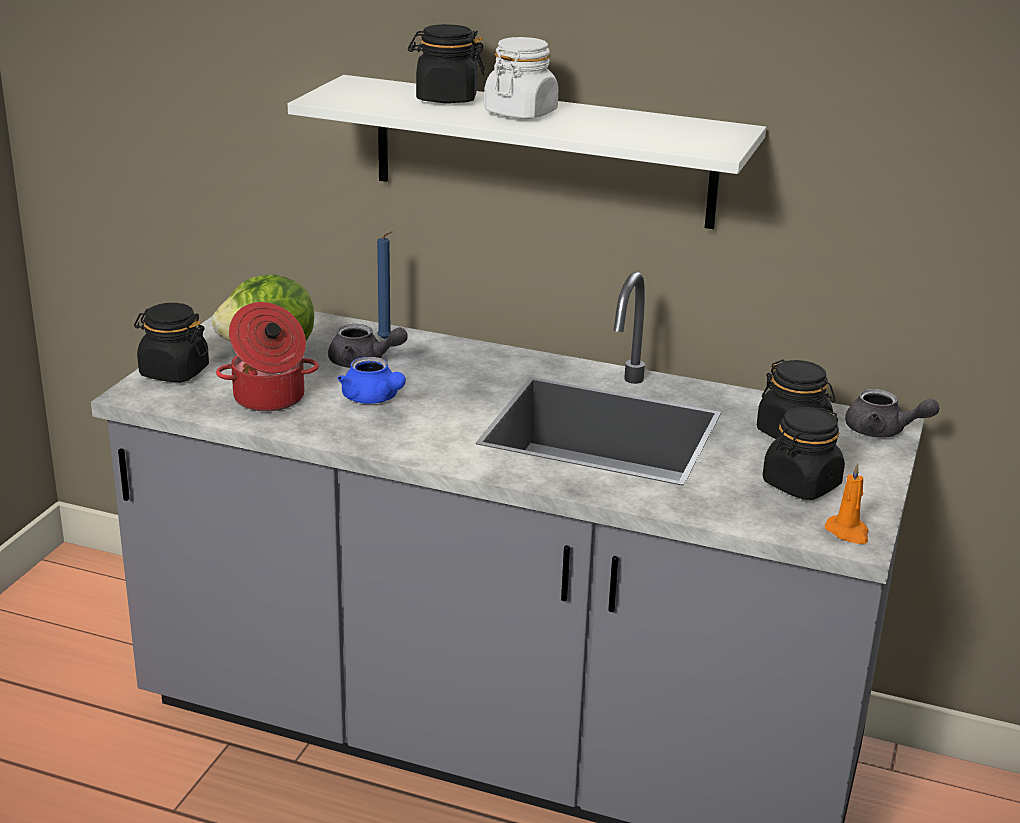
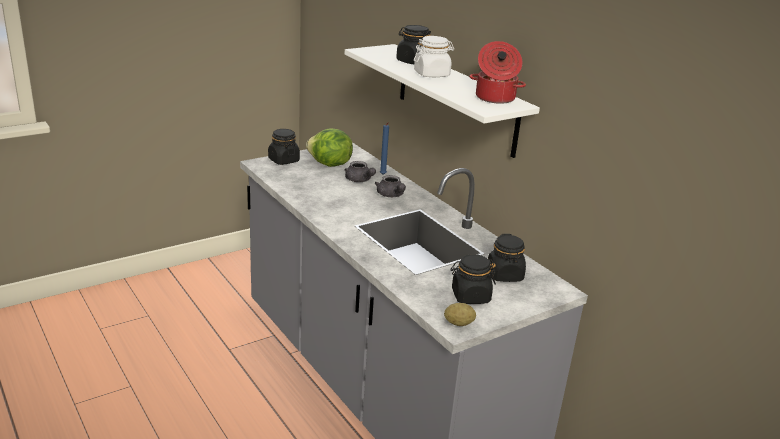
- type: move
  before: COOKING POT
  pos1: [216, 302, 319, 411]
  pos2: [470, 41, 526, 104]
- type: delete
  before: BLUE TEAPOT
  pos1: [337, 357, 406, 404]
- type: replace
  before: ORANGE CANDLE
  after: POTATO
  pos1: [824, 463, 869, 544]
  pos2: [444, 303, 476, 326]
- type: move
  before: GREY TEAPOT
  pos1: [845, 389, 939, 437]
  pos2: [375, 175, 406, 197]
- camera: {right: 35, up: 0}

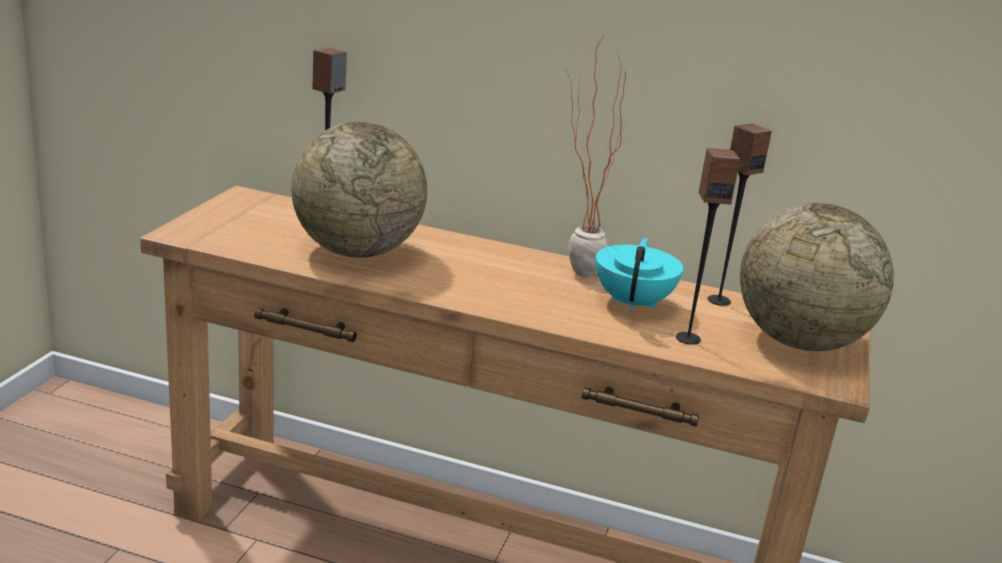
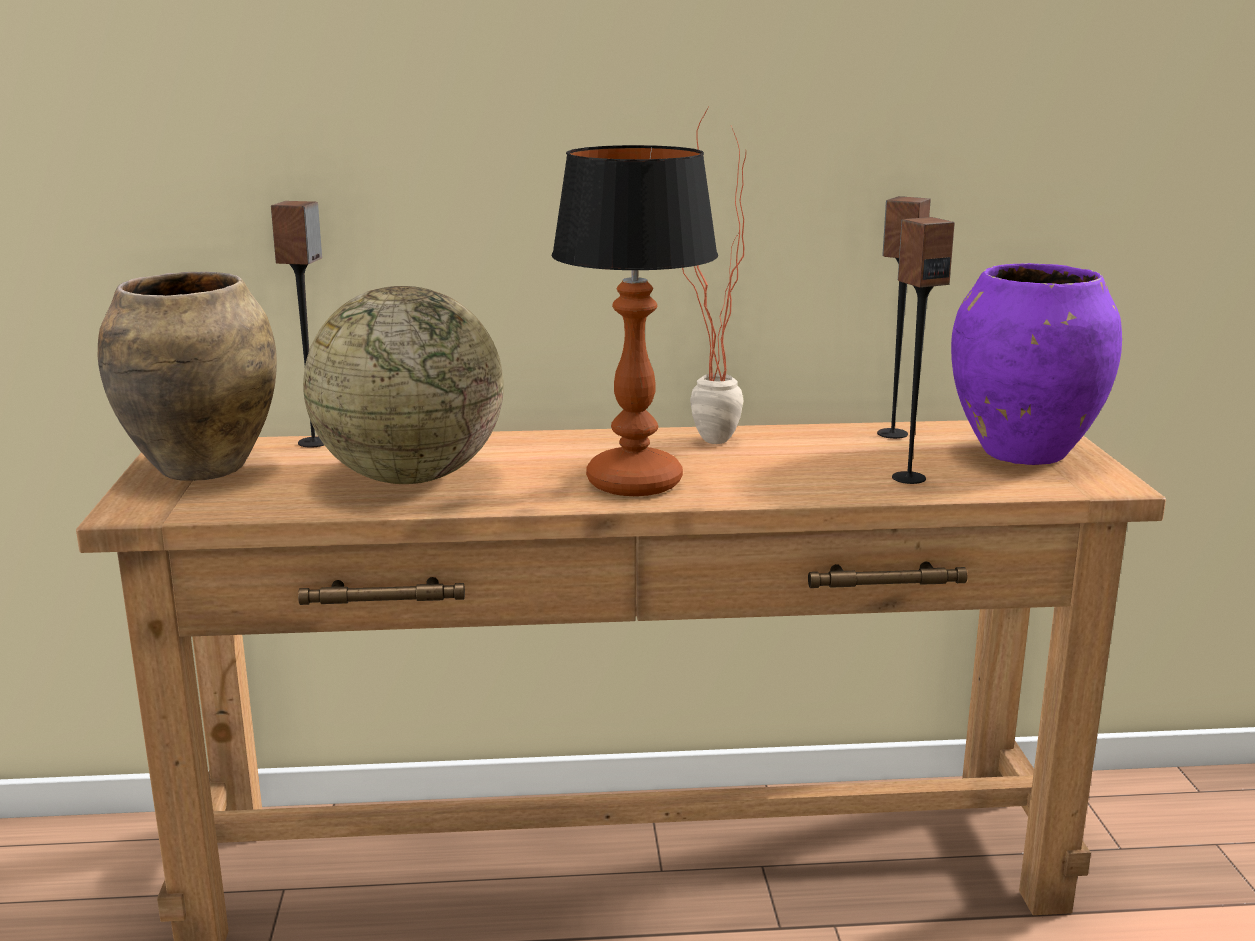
- type: delete
  before: TURQUOISE TEAPOT
  pos1: [596, 238, 683, 312]
- type: replace
  before: GLOBE
  after: PURPLE VASE
  pos1: [740, 203, 894, 351]
  pos2: [951, 263, 1122, 465]
- type: insert
  after: BROWN VASE
  pos2: [98, 272, 277, 481]
- type: insert
  after: TABLE LAMP
  pos2: [552, 145, 718, 496]
- camera: {right: -20, up: -5}

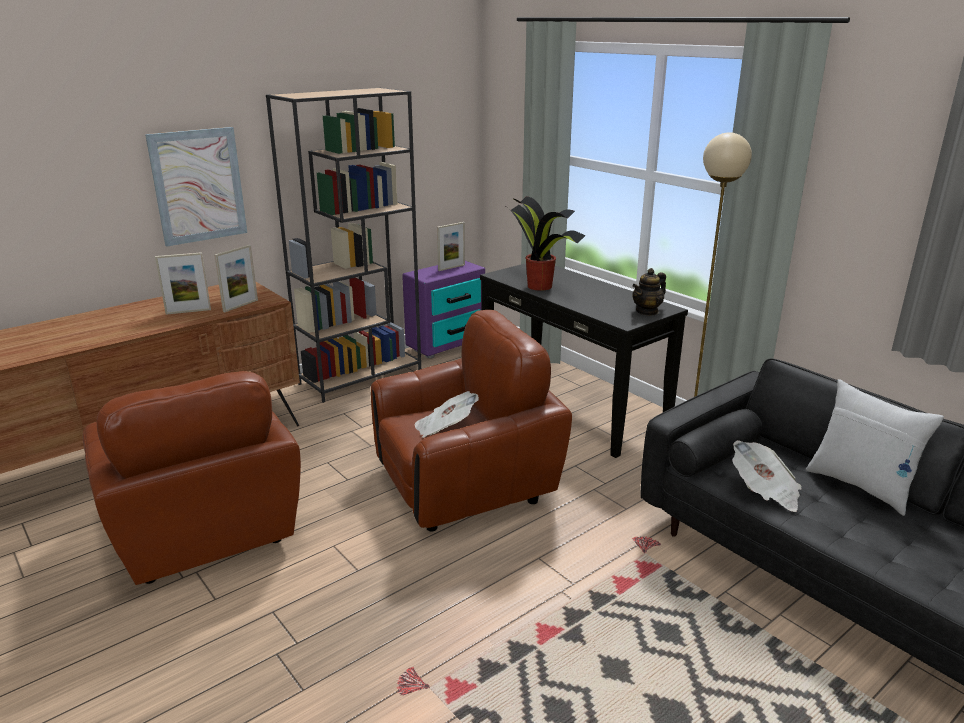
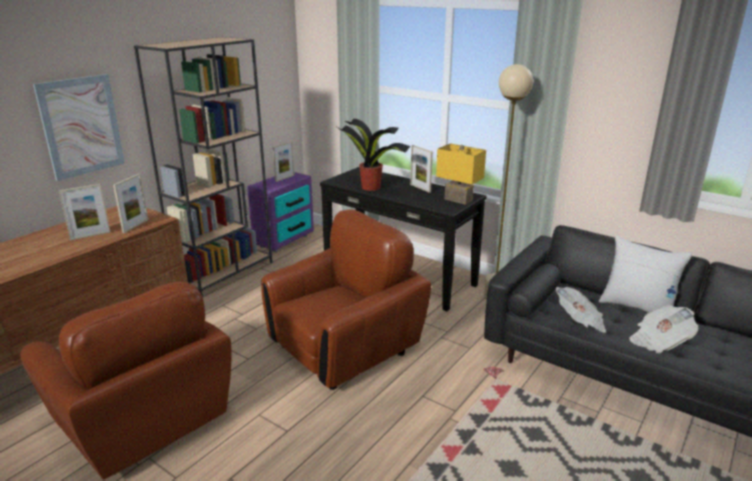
- type: move
  before: NEWSPAPER
  pos1: [414, 391, 479, 438]
  pos2: [629, 305, 698, 354]
- type: replace
  before: TEAPOT
  after: YELLOW TABLE LAMP
  pos1: [632, 268, 666, 316]
  pos2: [436, 143, 486, 205]
- type: insert
  after: PICTURE FRAME
  pos2: [410, 145, 433, 193]
- camera: {right: -15, up: 0}

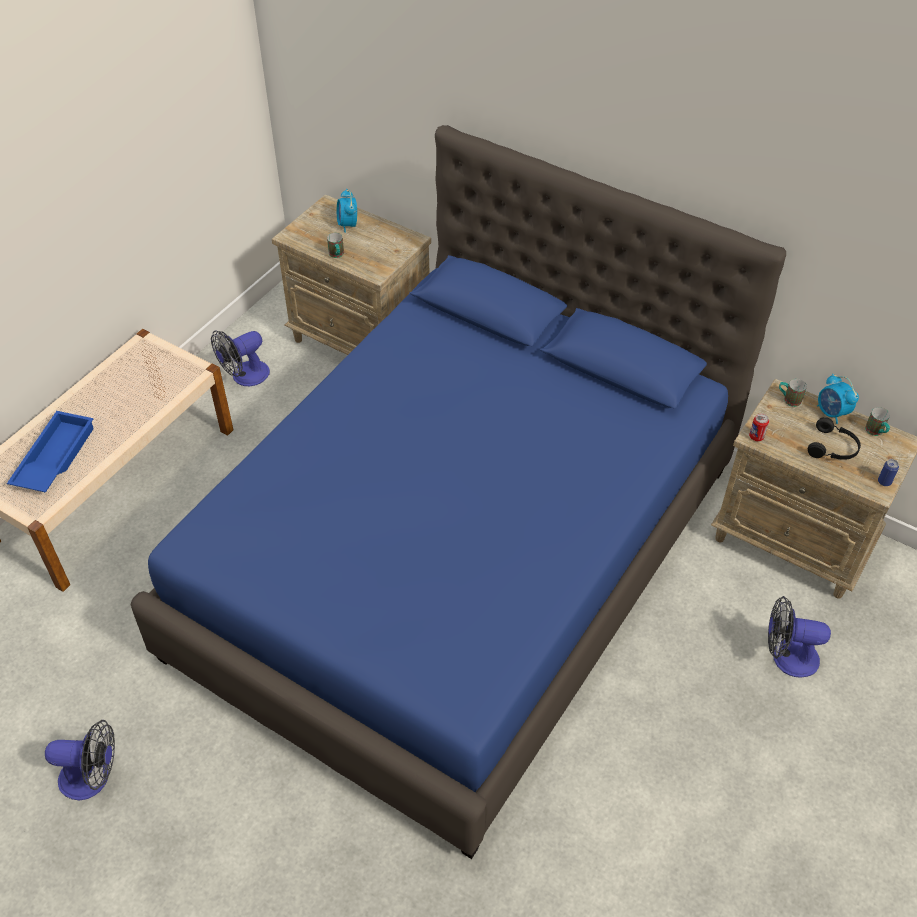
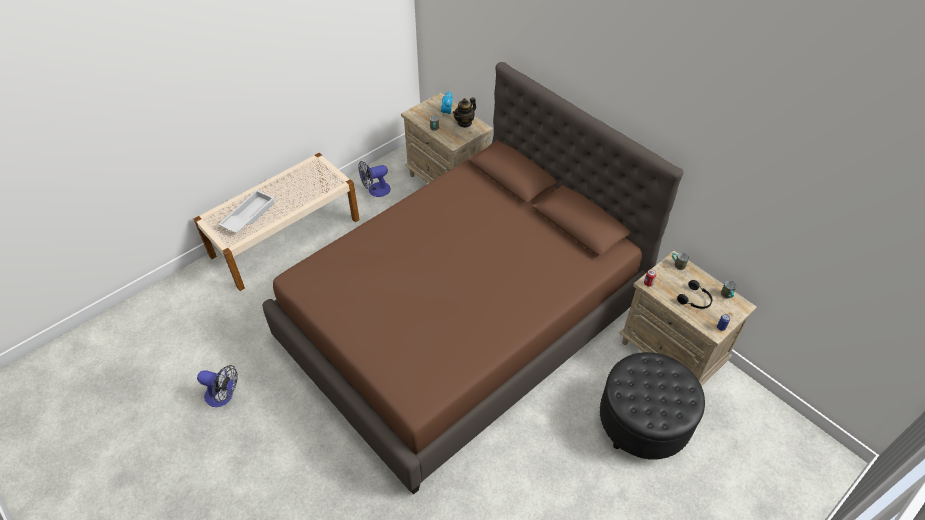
- type: recolor
  before: BLUE TRAY
  after: WHITE TRAY
  pos1: [7, 411, 94, 493]
  pos2: [218, 190, 275, 234]
- type: recolor
  before: BLUE BED
  after: BROWN BED
  pos1: [130, 125, 786, 859]
  pos2: [262, 62, 683, 494]
- type: replace
  before: FAN
  after: BLACK OTTOMAN
  pos1: [768, 596, 831, 678]
  pos2: [600, 352, 705, 460]
- type: delete
  before: ALARM CLOCK
  pos1: [817, 374, 859, 424]
- type: insert
  after: TEAPOT
  pos2: [453, 97, 476, 128]
- camera: {right: 15, up: 0}

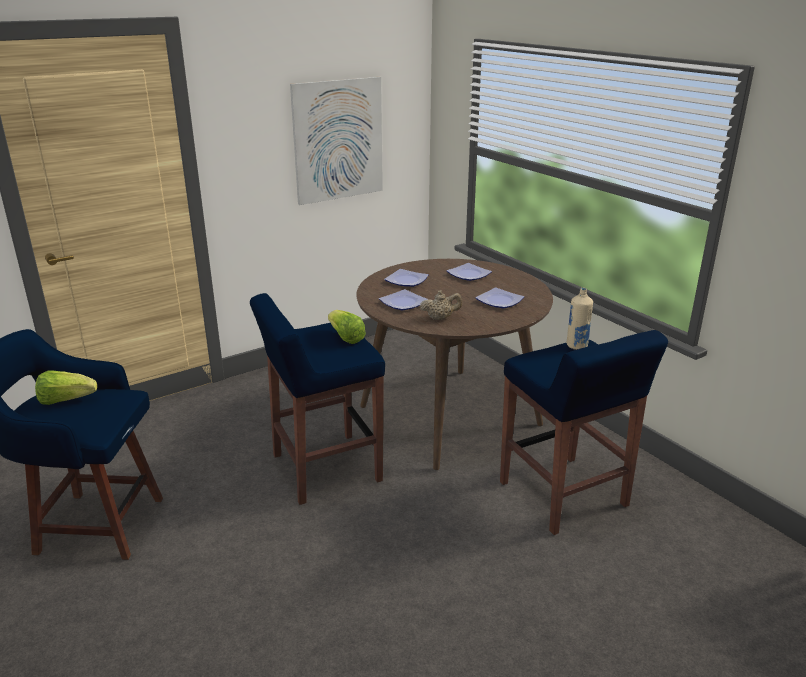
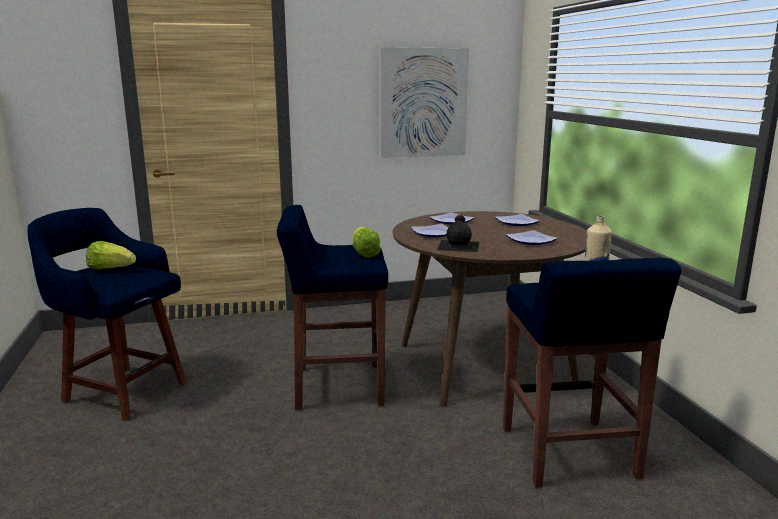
- type: replace
  before: BEIGE TEAPOT
  after: BLACK BOTTLE
  pos1: [420, 290, 462, 320]
  pos2: [437, 215, 479, 252]
- camera: {right: 20, up: -10}

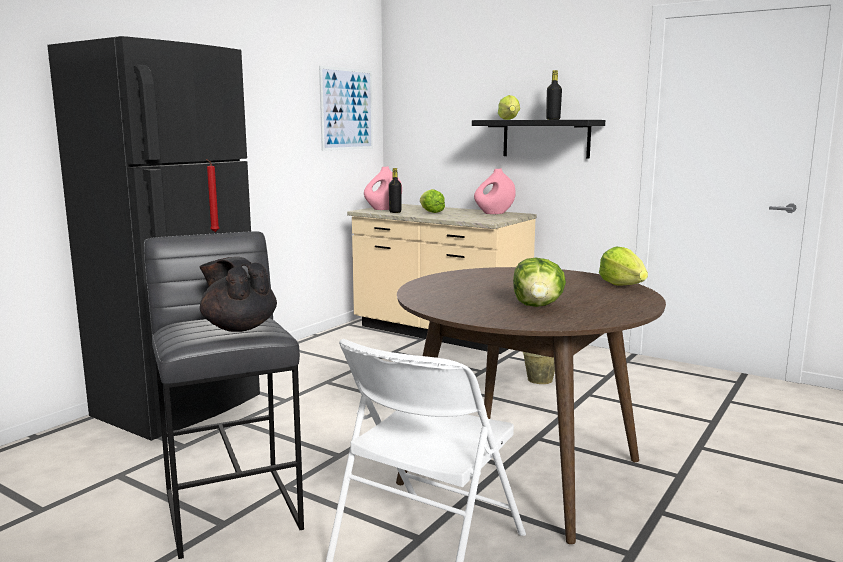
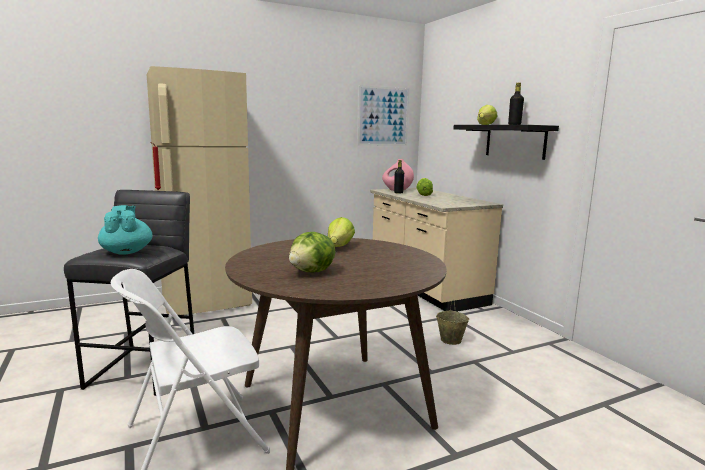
- type: recolor
  before: BLACK FRIDGE
  after: BEIGE FRIDGE
  pos1: [47, 36, 260, 441]
  pos2: [146, 66, 252, 315]
- type: recolor
  before: BLACK TEAPOT
  after: TURQUOISE TEAPOT
  pos1: [200, 256, 277, 332]
  pos2: [98, 205, 153, 255]
- type: delete
  before: PINK VASE
  pos1: [474, 169, 516, 214]
- type: move
  before: LETTUCE
  pos1: [599, 246, 648, 285]
  pos2: [328, 217, 355, 247]
- camera: {right: 30, up: 0}

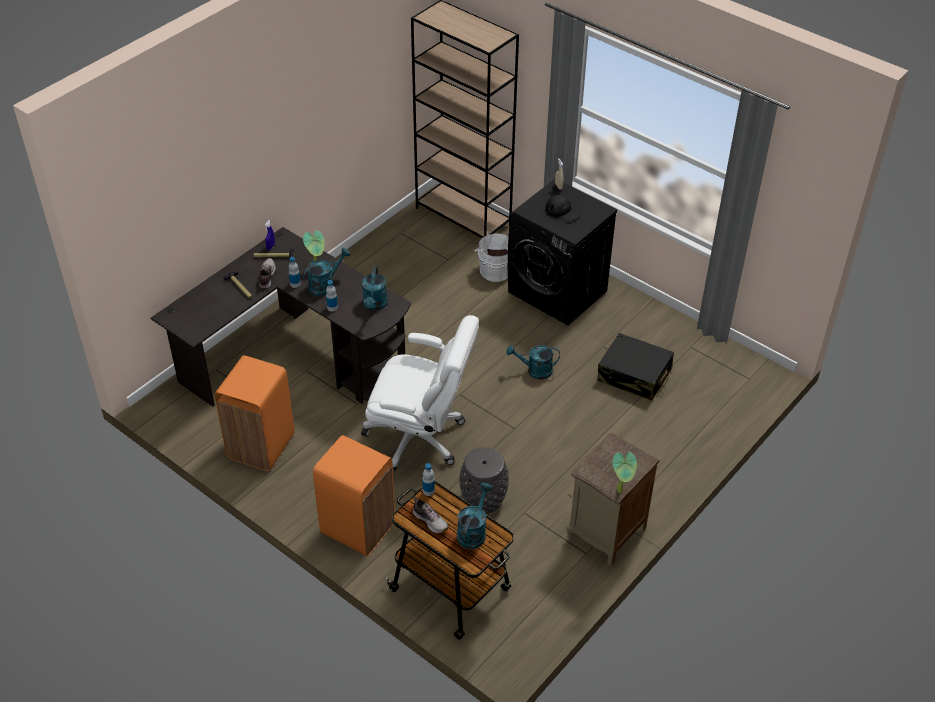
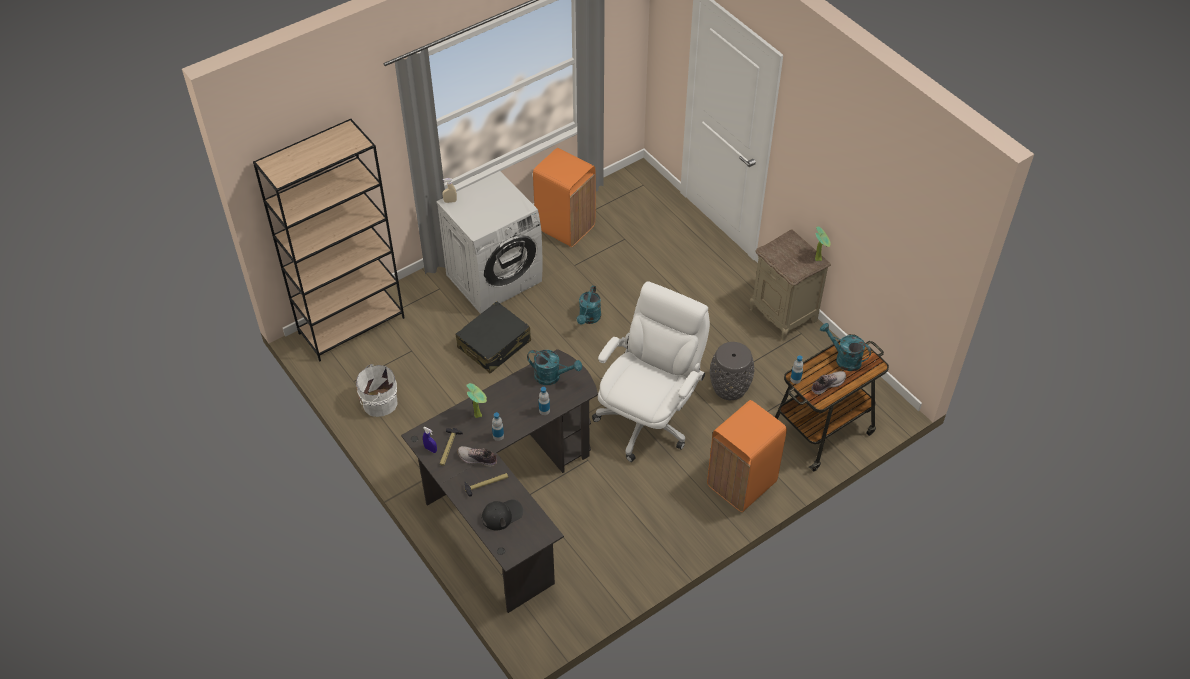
- type: move
  before: ORANGE TRASH CAN
  pos1: [215, 355, 295, 471]
  pos2: [533, 148, 595, 247]
- type: delete
  before: TURQUOISE WATERING CAN
  pos1: [302, 248, 350, 296]
- type: move
  before: WHITE BUCKET
  pos1: [475, 233, 508, 282]
  pos2: [356, 364, 397, 417]
- type: recolor
  before: BLACK WASHING MACHINE
  after: WHITE WASHING MACHINE
  pos1: [508, 179, 617, 325]
  pos2: [436, 171, 543, 313]
- type: move
  before: BLACK CAP
  pos1: [545, 195, 580, 222]
  pos2: [482, 499, 523, 530]
- type: move
  before: BLACK SUITCASE
  pos1: [597, 333, 674, 401]
  pos2: [456, 301, 531, 374]
- camera: {right: -75, up: 5}

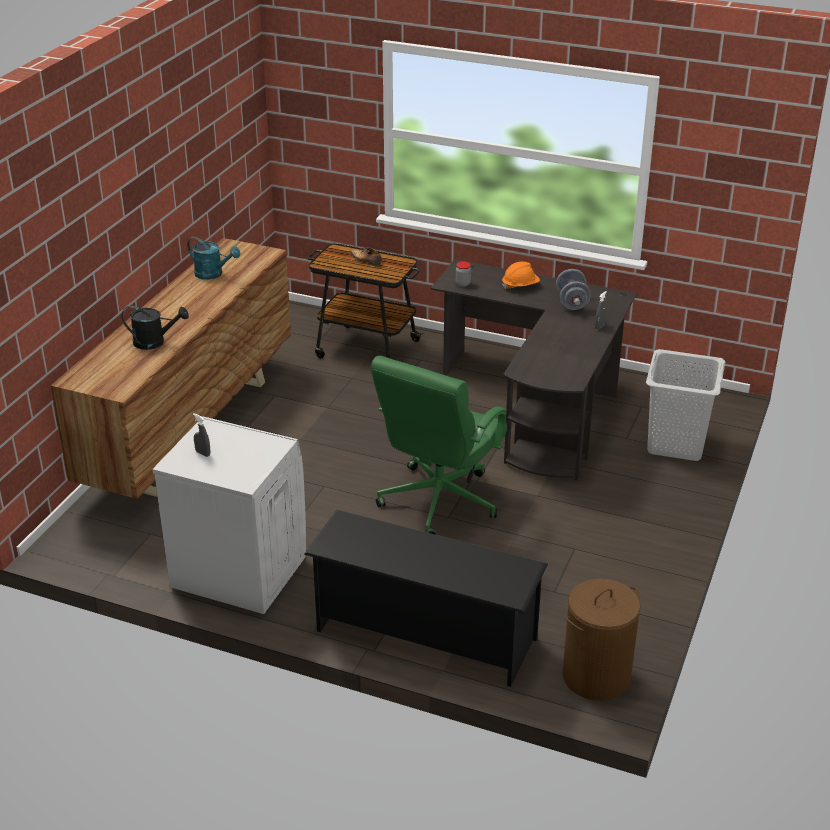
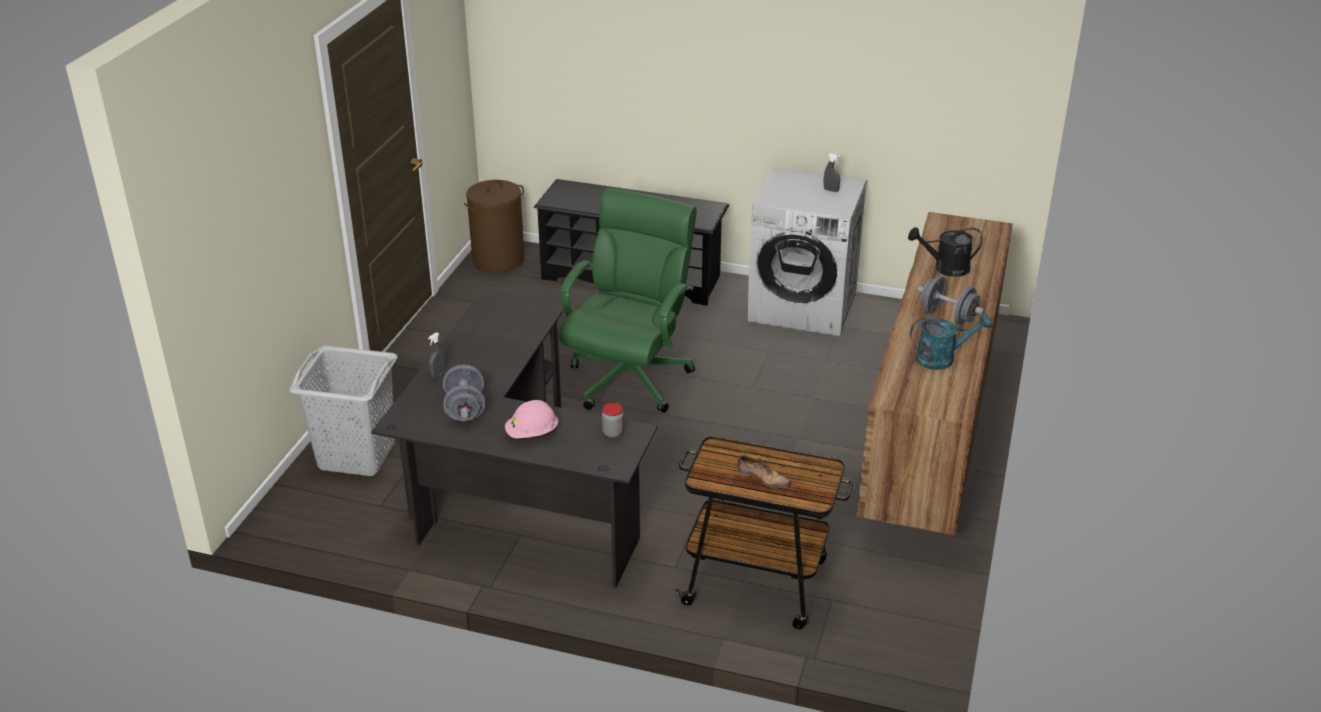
- type: rotate
  before: TURQUOISE WATERING CAN
  pos1: [187, 236, 240, 280]
  pos2: [910, 313, 992, 370]
  turn: 150
- type: recolor
  before: ORANGE HARD HAT
  after: PINK HARD HAT
  pos1: [502, 262, 540, 289]
  pos2: [505, 400, 558, 439]
- type: insert
  after: GREY DUMBBELL
  pos2: [917, 276, 984, 325]
- camera: {right: 175, up: 0}

